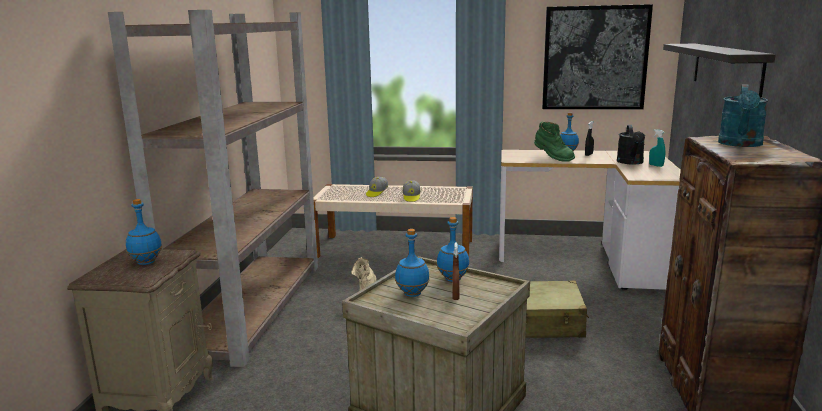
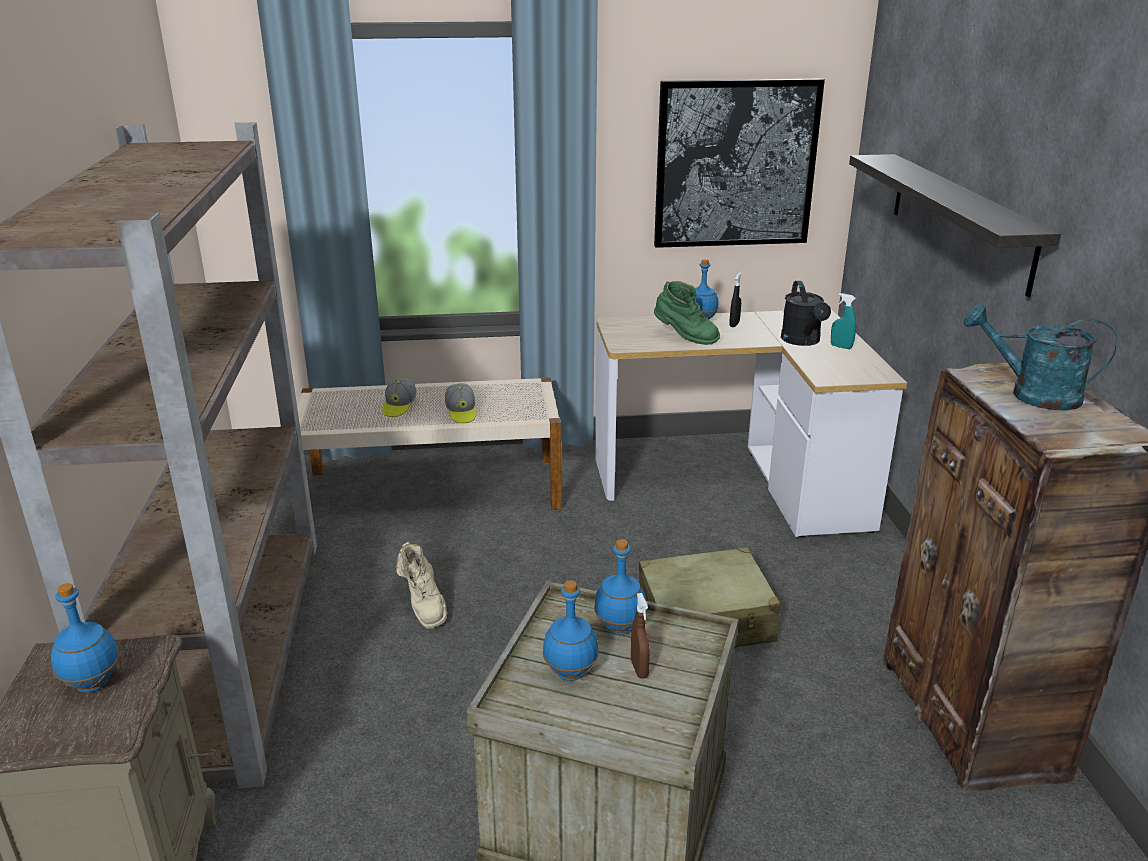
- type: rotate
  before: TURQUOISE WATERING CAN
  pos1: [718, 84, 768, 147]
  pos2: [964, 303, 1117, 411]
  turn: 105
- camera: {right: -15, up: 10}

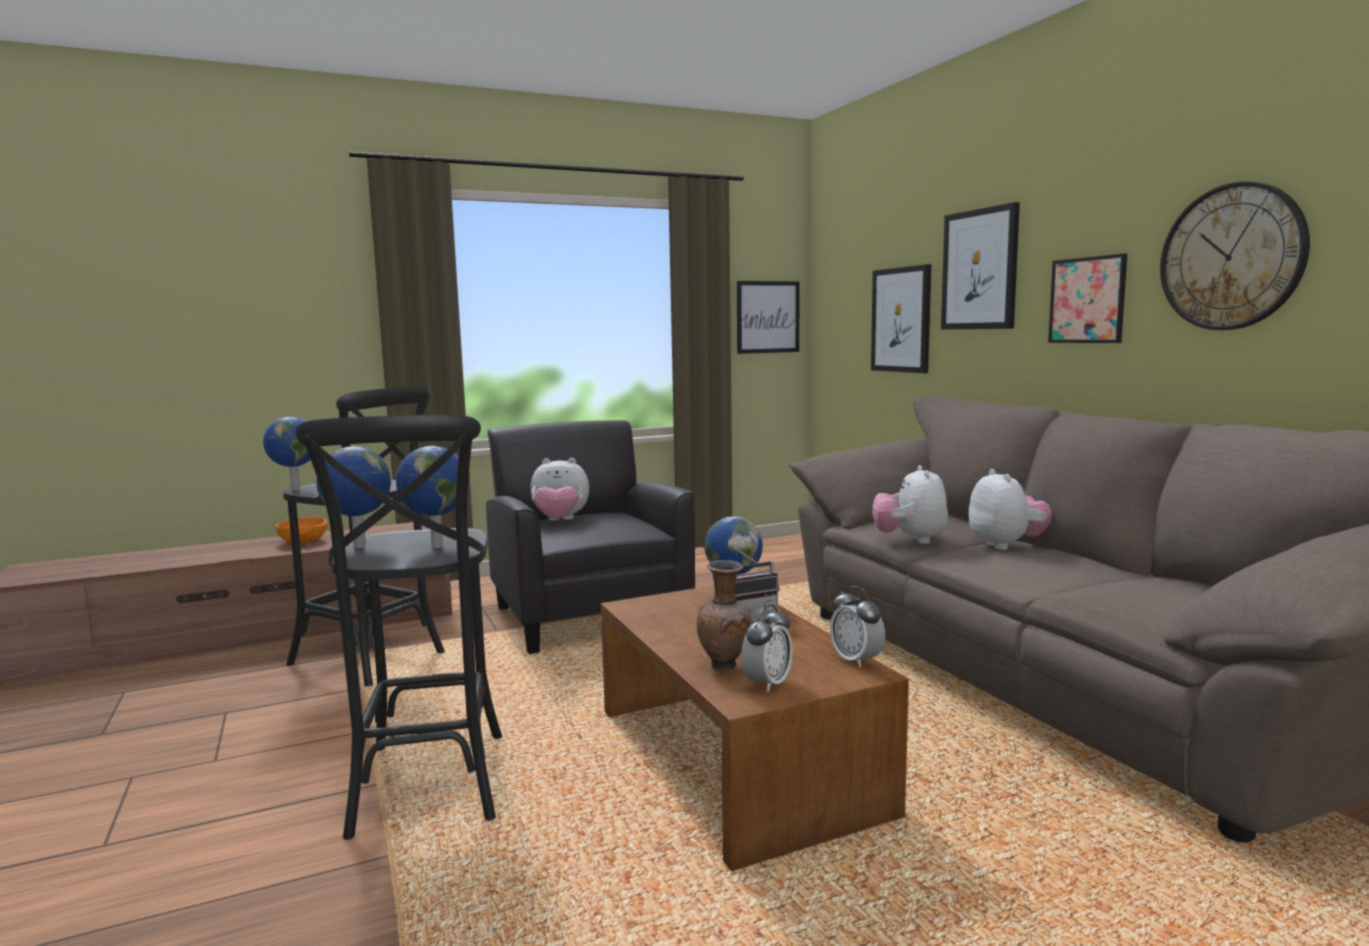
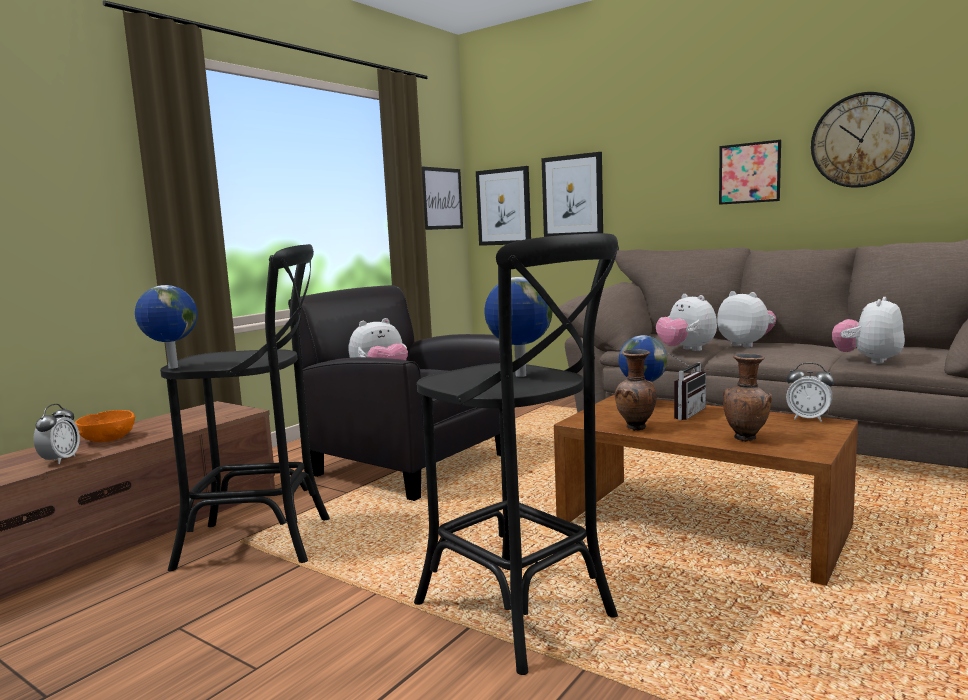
- type: delete
  before: GLOBE
  pos1: [316, 446, 391, 548]
- type: move
  before: ALARM CLOCK
  pos1: [741, 604, 793, 692]
  pos2: [33, 404, 80, 464]
- type: move
  before: PICTURE
  pos1: [941, 202, 1020, 330]
  pos2: [476, 166, 531, 246]
- type: insert
  after: BROWN VASE
  pos2: [615, 349, 657, 431]
- type: insert
  after: PLUSH TOY
  pos2: [832, 297, 905, 364]
- camera: {right: -30, up: 0}

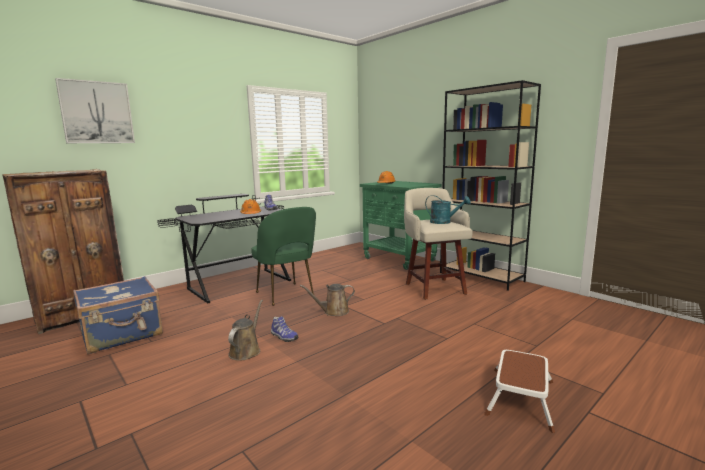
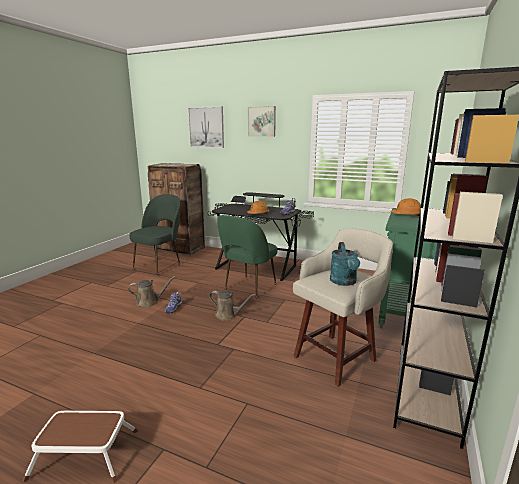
- type: replace
  before: BLUE SUITCASE
  after: GREEN CHAIR
  pos1: [73, 276, 163, 354]
  pos2: [130, 194, 181, 275]
- type: rotate
  before: BROWN WATERING CAN
  pos1: [300, 284, 355, 316]
  pos2: [209, 291, 255, 321]
  turn: 150
- type: insert
  after: PICTURE
  pos2: [248, 106, 276, 137]
- camera: {right: 65, up: 5}

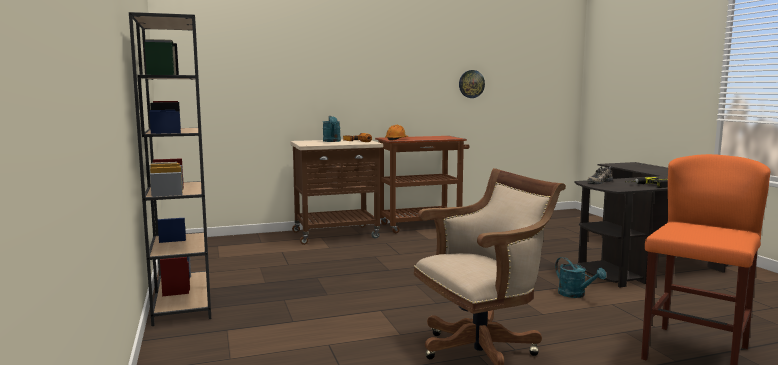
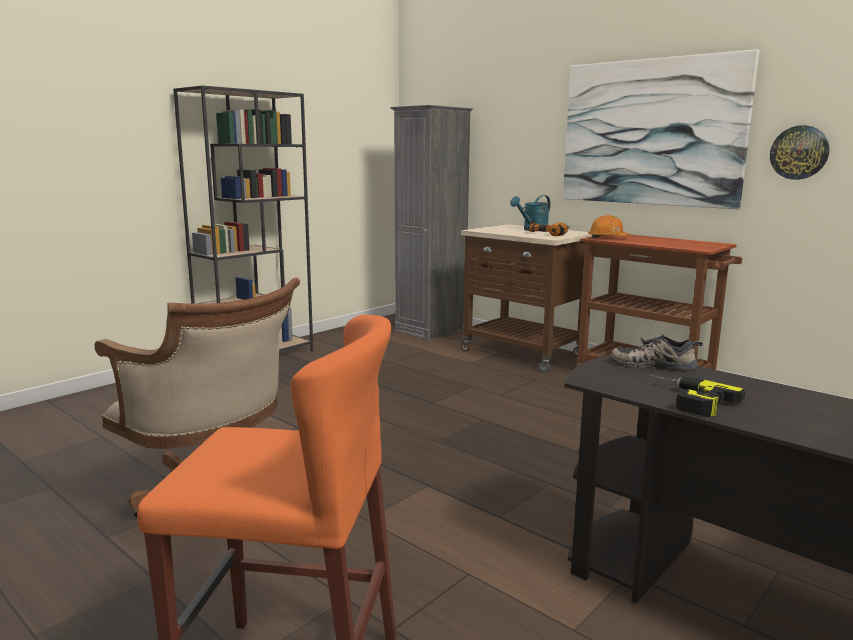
- type: delete
  before: TURQUOISE WATERING CAN
  pos1: [555, 257, 606, 298]
- type: insert
  after: GREY CABINET
  pos2: [390, 105, 473, 340]
- type: insert
  after: PICTURE
  pos2: [563, 49, 759, 209]
- camera: {right: 60, up: 5}

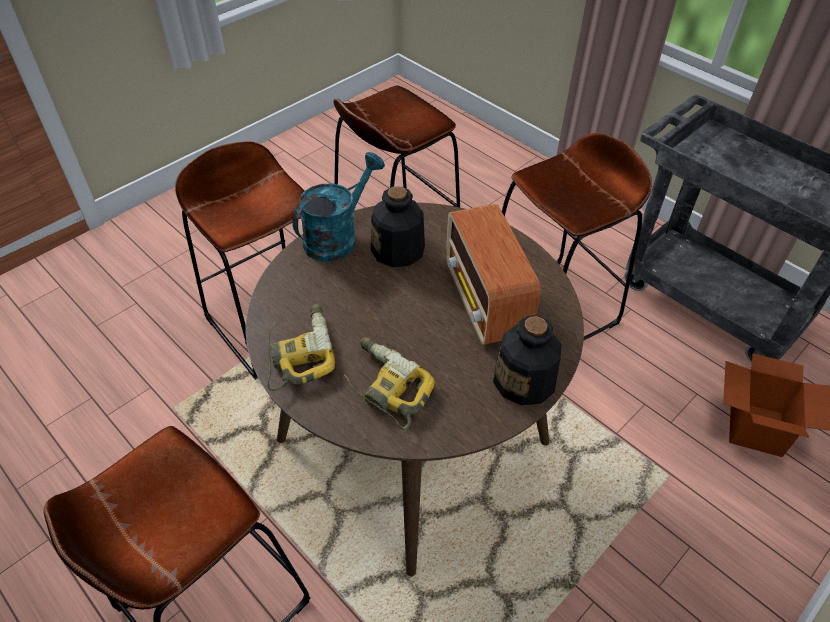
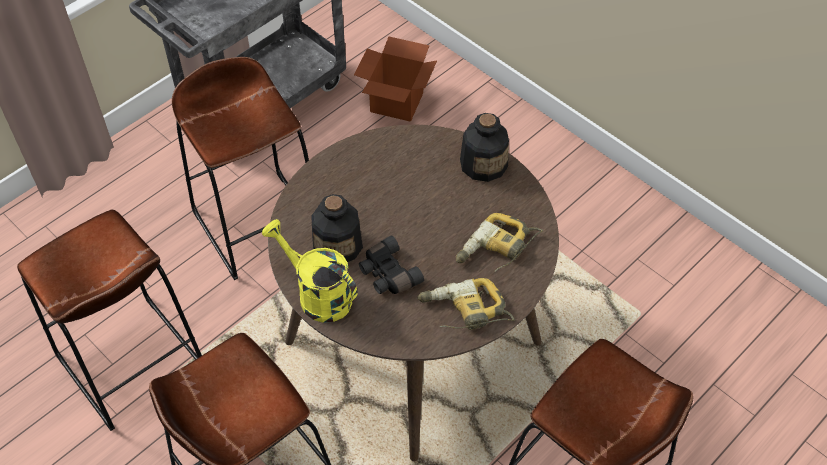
- type: recolor
  before: TURQUOISE WATERING CAN
  after: YELLOW WATERING CAN
  pos1: [292, 152, 385, 262]
  pos2: [262, 219, 358, 323]
- type: delete
  before: RADIO
  pos1: [446, 204, 541, 345]
- type: insert
  after: BLACK BINOCULARS
  pos2: [359, 235, 424, 294]
- camera: {right: -90, up: 5}

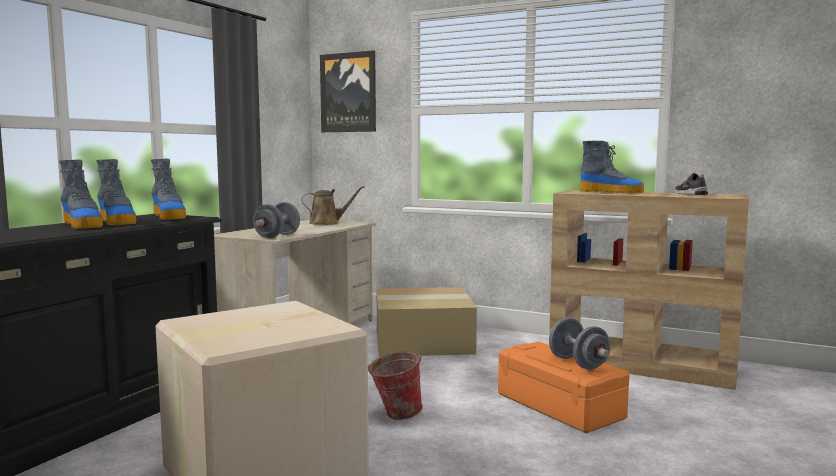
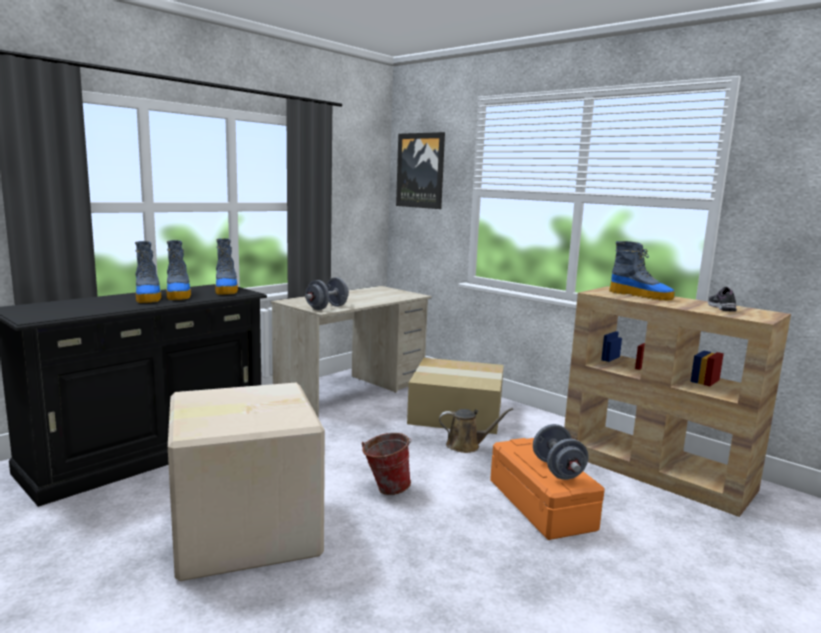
- type: move
  before: BROWN WATERING CAN
  pos1: [301, 186, 365, 225]
  pos2: [439, 408, 513, 453]
- camera: {right: 15, up: 5}

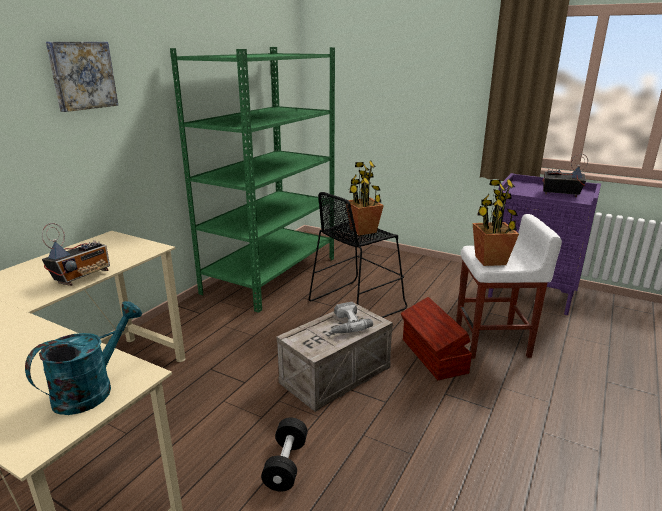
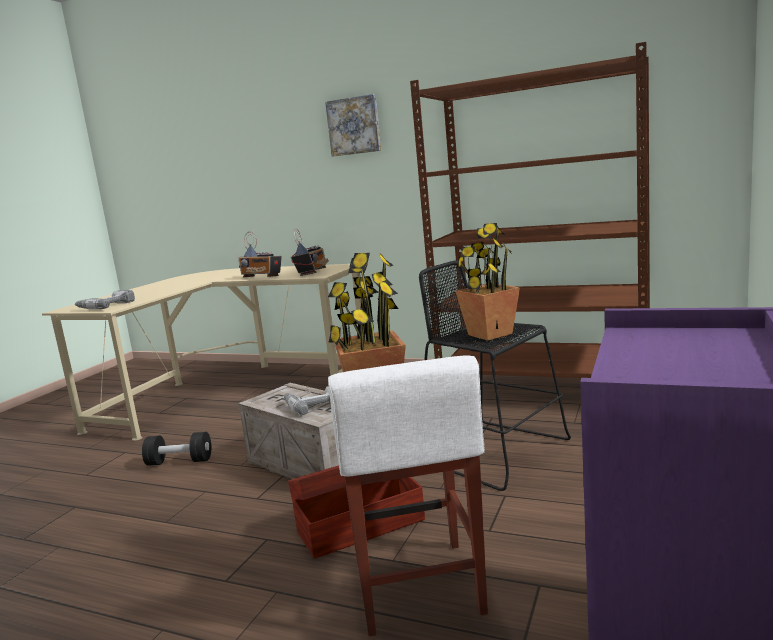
- type: replace
  before: TURQUOISE WATERING CAN
  after: POWER DRILL
  pos1: [25, 301, 142, 415]
  pos2: [75, 290, 135, 309]
- type: recolor
  before: GREEN BOOKCASE
  after: BROWN BOOKCASE
  pos1: [170, 47, 335, 313]
  pos2: [410, 42, 650, 378]
- type: move
  before: RADIO
  pos1: [543, 154, 588, 197]
  pos2: [291, 229, 329, 276]
- camera: {right: 85, up: -10}

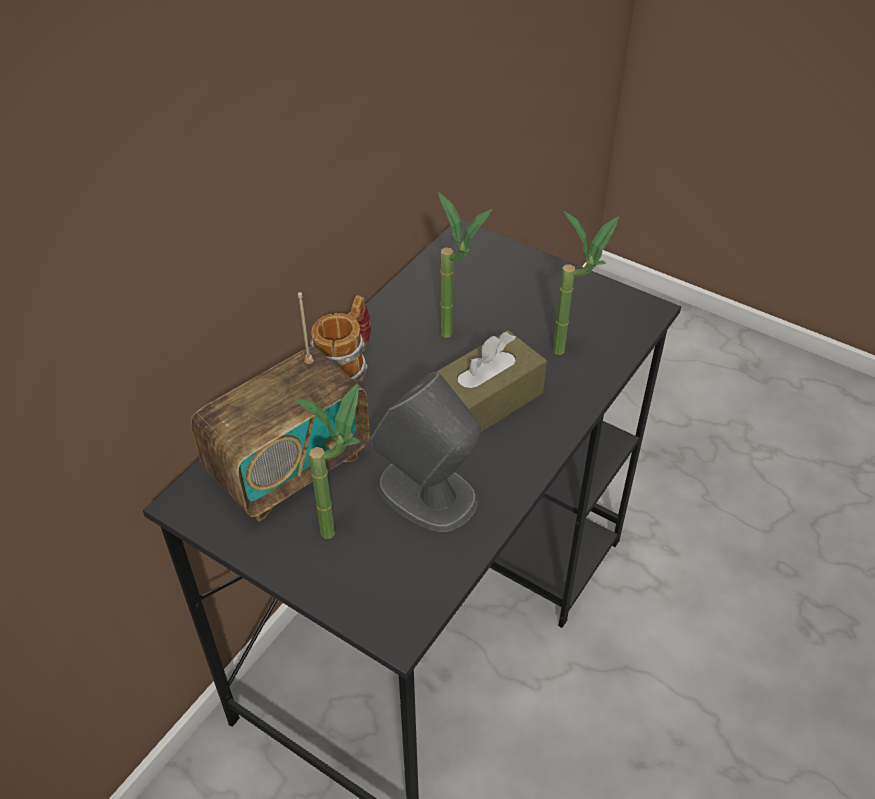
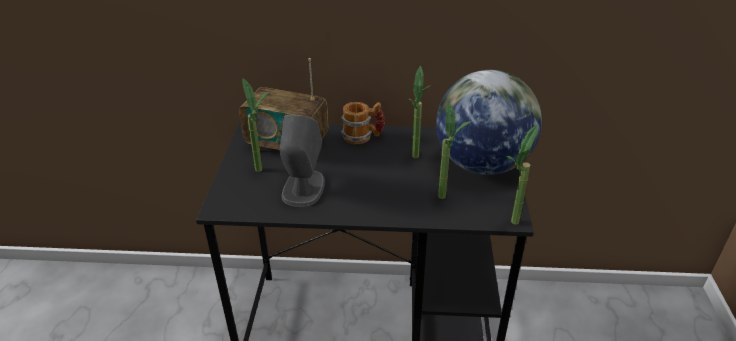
- type: delete
  before: BROWN TISSUE BOX
  pos1: [436, 330, 547, 432]
- type: insert
  after: GLOBE
  pos2: [436, 70, 542, 175]
- type: insert
  after: POTTED PLANT
  pos2: [506, 124, 538, 225]
- camera: {right: 60, up: -10}

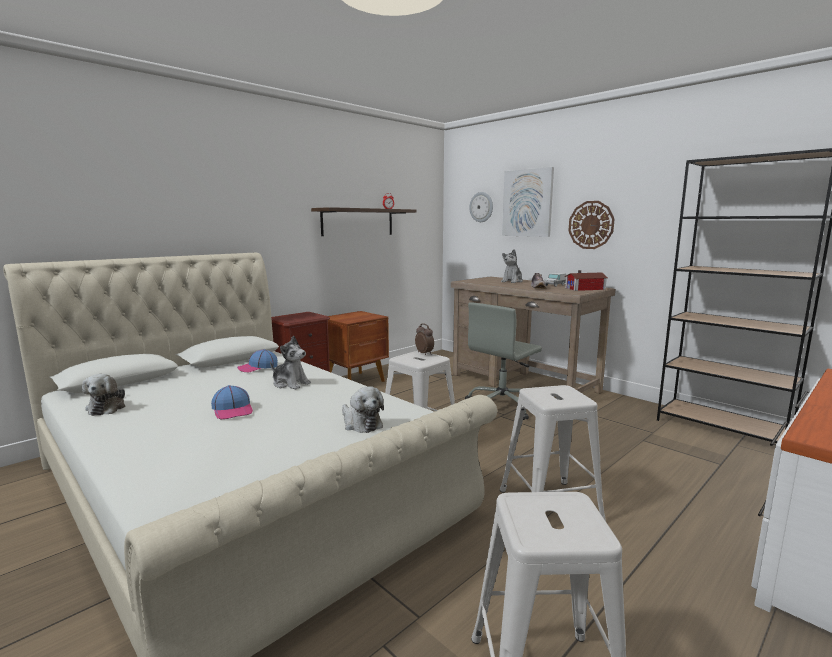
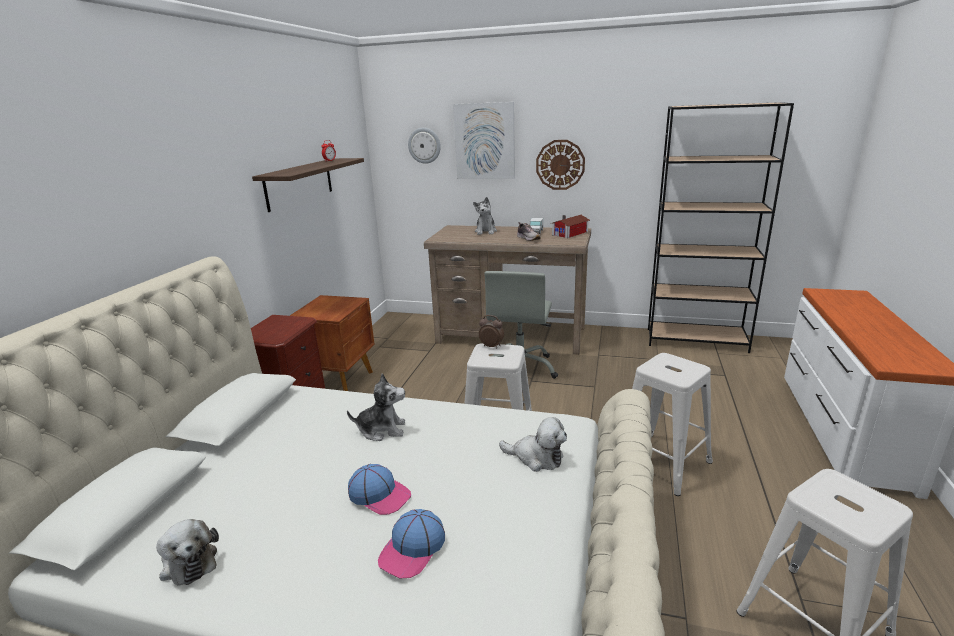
- type: move
  before: CAP
  pos1: [237, 349, 278, 372]
  pos2: [378, 509, 445, 578]
- camera: {right: -30, up: 10}

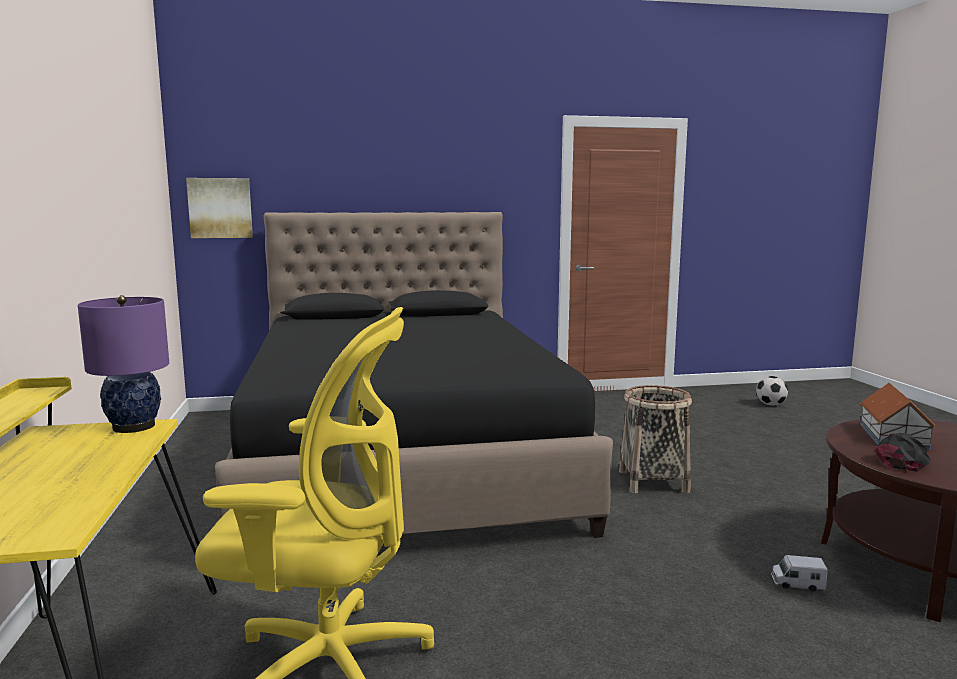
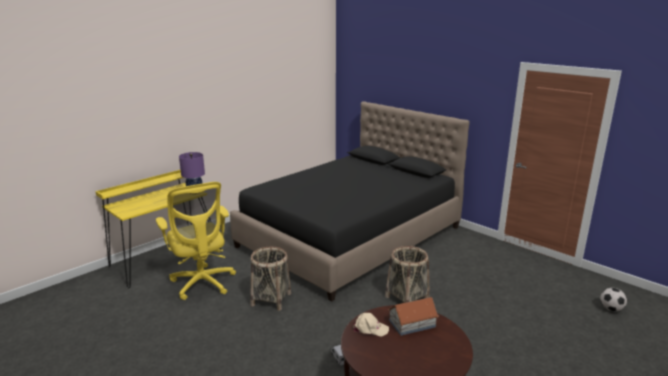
- type: delete
  before: PICTURE
  pos1: [186, 178, 253, 238]
- type: recolor
  before: BLACK CAP
  after: BEIGE CAP
  pos1: [875, 433, 932, 471]
  pos2: [353, 313, 389, 336]
- type: insert
  after: BASKET
  pos2: [250, 247, 291, 311]
- camera: {right: 55, up: 10}

